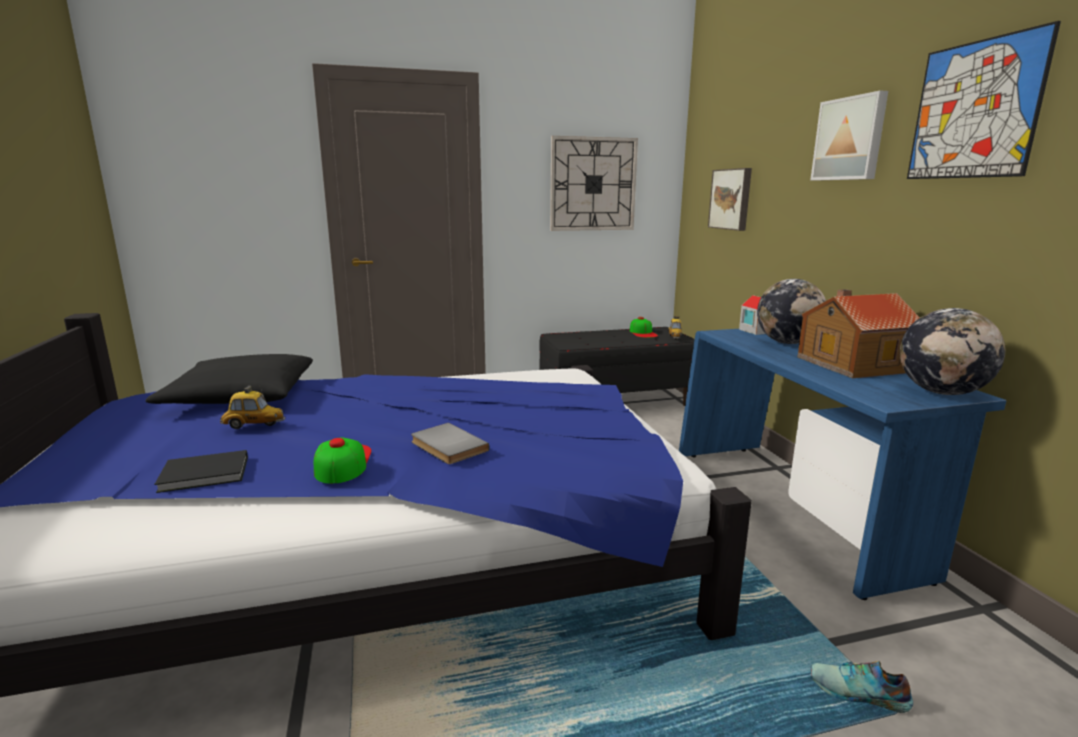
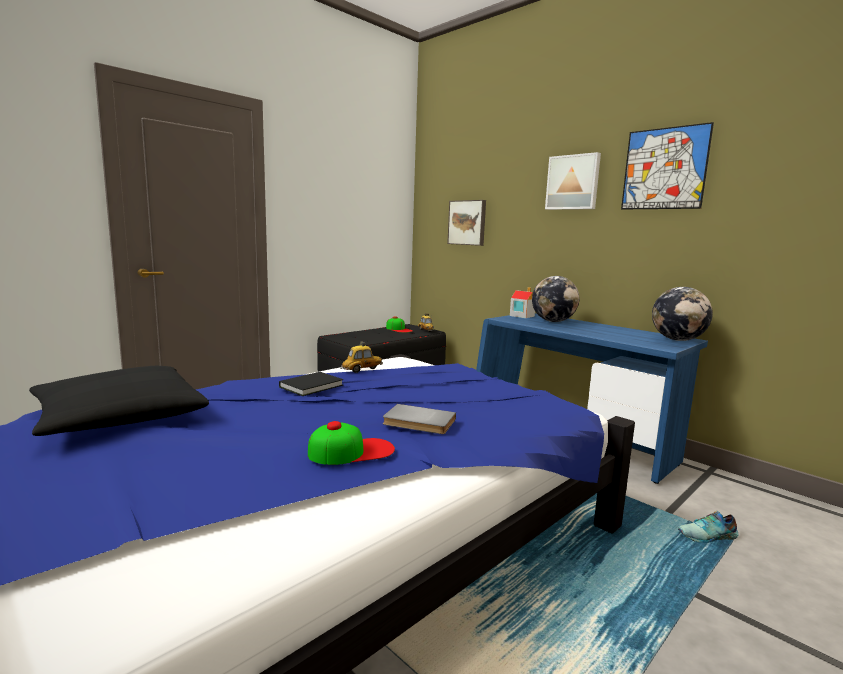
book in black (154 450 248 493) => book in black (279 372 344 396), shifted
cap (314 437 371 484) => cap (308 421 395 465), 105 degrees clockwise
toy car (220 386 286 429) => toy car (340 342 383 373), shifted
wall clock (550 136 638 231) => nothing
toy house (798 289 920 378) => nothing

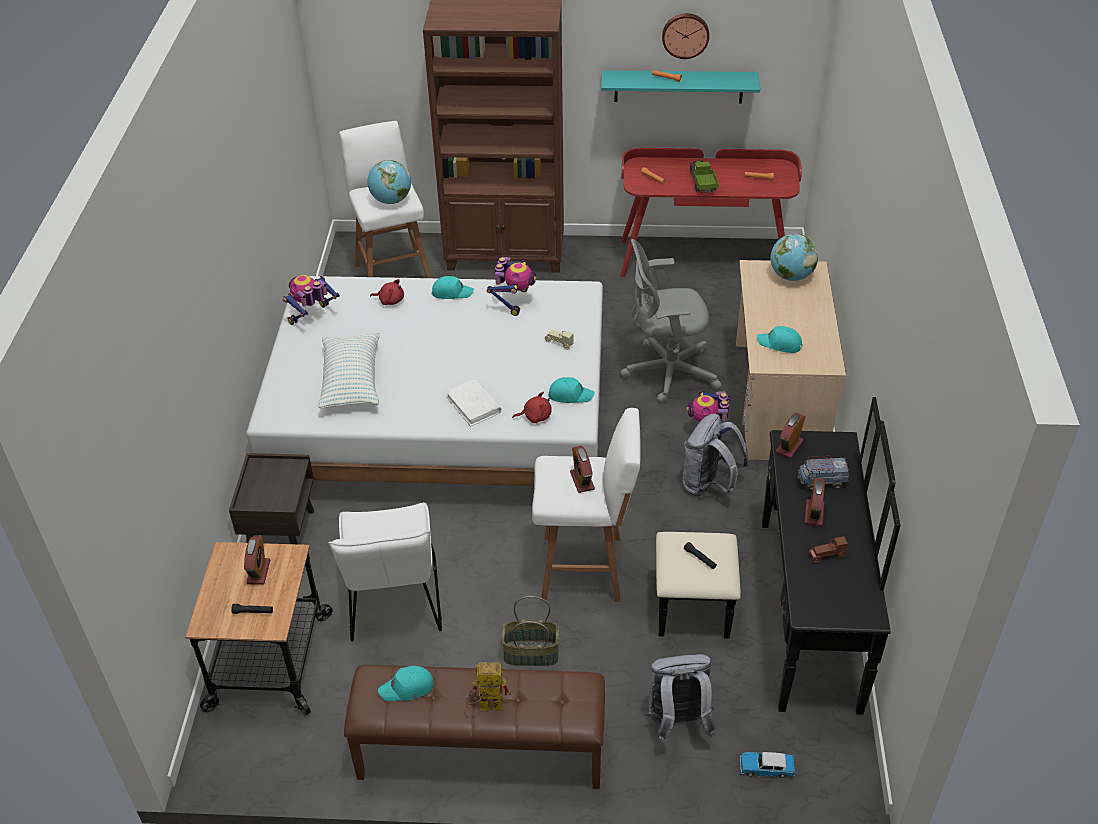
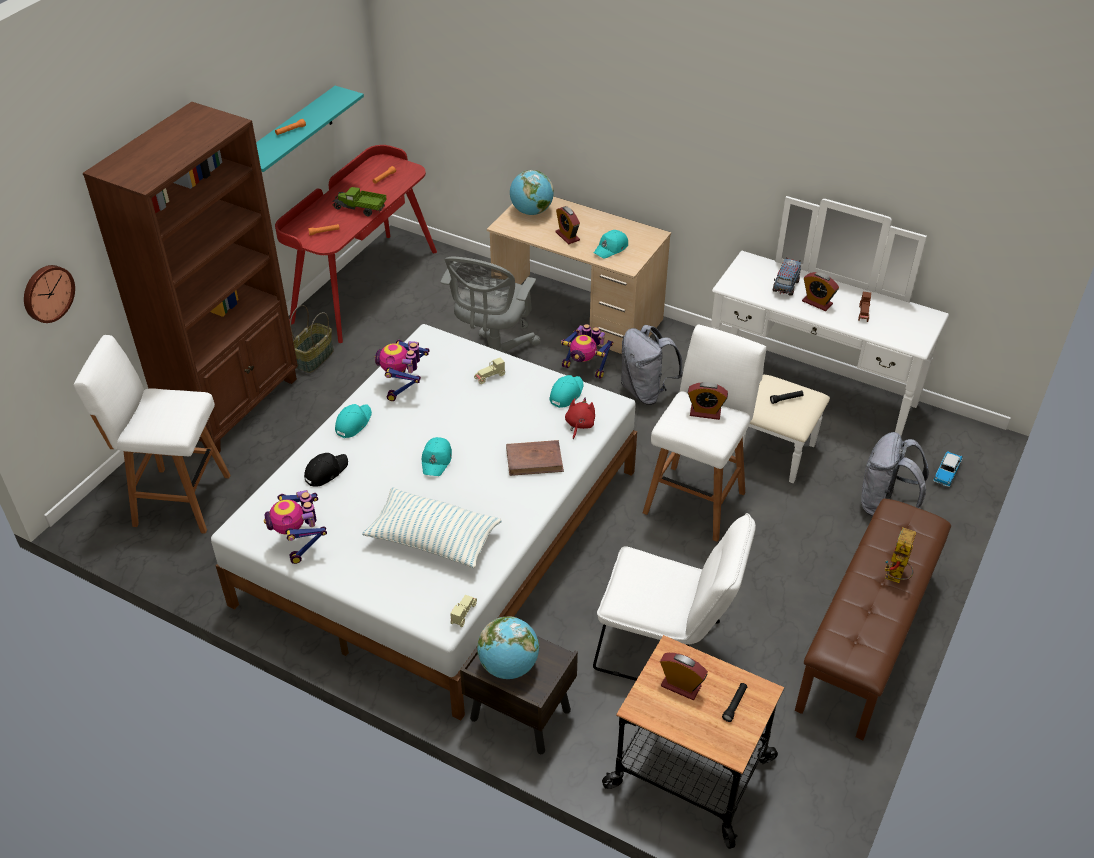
wall clock (662 13 709 59) => wall clock (24 265 75 323), shifted
basket (501 596 559 666) => basket (290 305 334 373), shifted
plush toy in red (370 279 404 305) => cap in black (304 453 348 487)
toy robot (487 257 536 316) => toy robot (375 340 430 401), 120 degrees counterclockwise
cap in turquoise (378 666 434 701) => cap in turquoise (421 437 452 476), shifted
nothing => toy car in beige (450 595 477 627)
globe (368 160 411 204) => globe (477 617 539 679), shifted
book in white (446 379 501 426) => book in brown (506 440 564 476)
alarm clock (776 413 806 458) => alarm clock (555 206 580 244), shifted
dresser in black (656 397 901 715) => dresser in white (711 196 949 483)

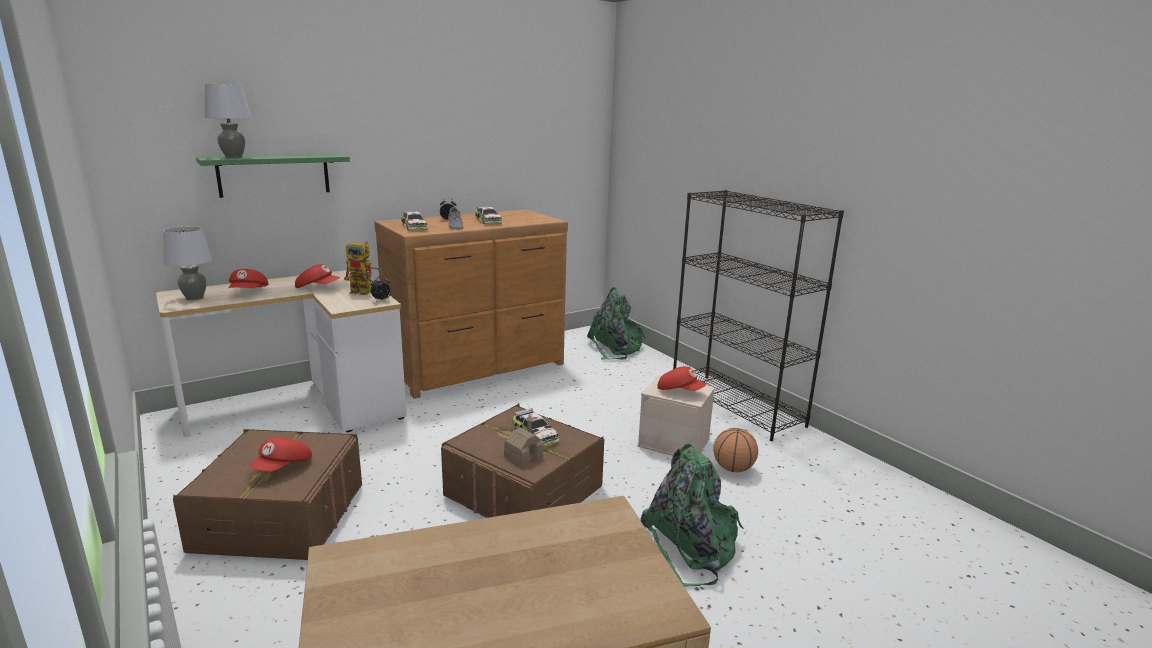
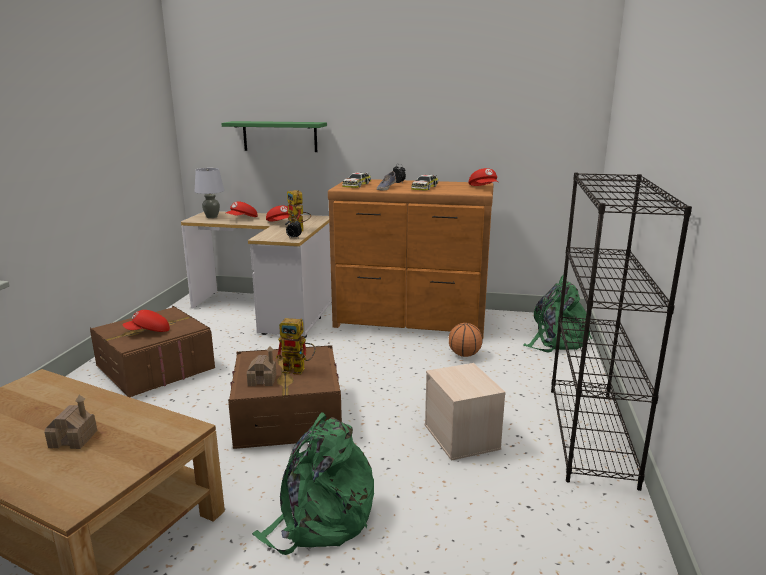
nothing => toy house (45 395 97 449)
toy car (512 408 560 448) => toy robot (276 318 316 375)
basketball (713 428 758 473) => basketball (449 323 483 357), shifted
cap in red (657 366 706 391) => cap in red (468 168 498 186), shifted
table lamp in grey (204 84 251 158) => nothing

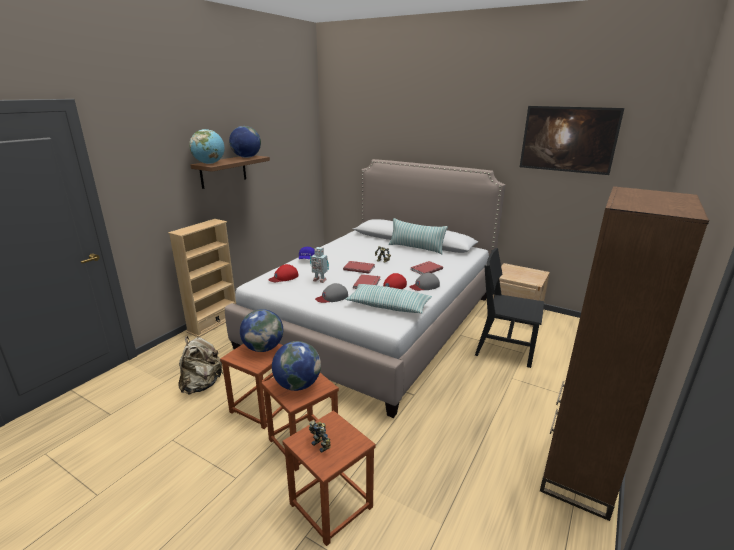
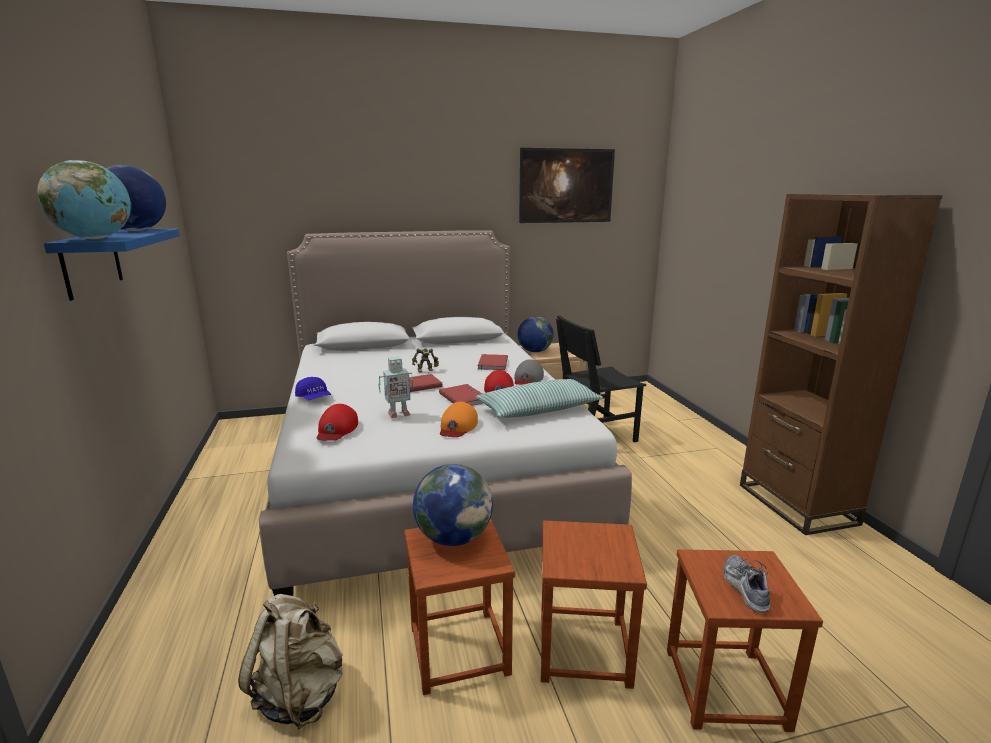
shelf in brown (191 155 270 189) => shelf in blue (44 229 180 301)
cap in grey (315 283 348 303) => cap in orange (440 402 478 437)
globe (272 341 321 391) => globe (518 316 554 352), shifted
toy robot (309 421 331 453) => shoe (723 555 770 613)
bookcase in beige (168 219 236 337) => nothing
pillow (389 218 448 254) => nothing

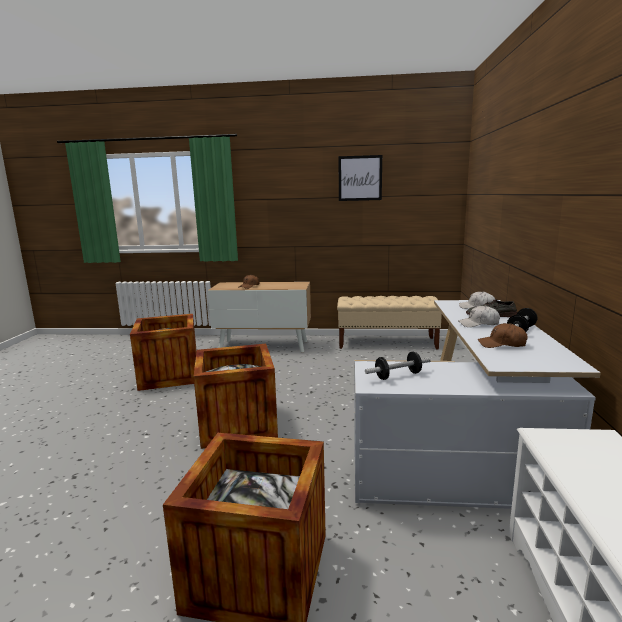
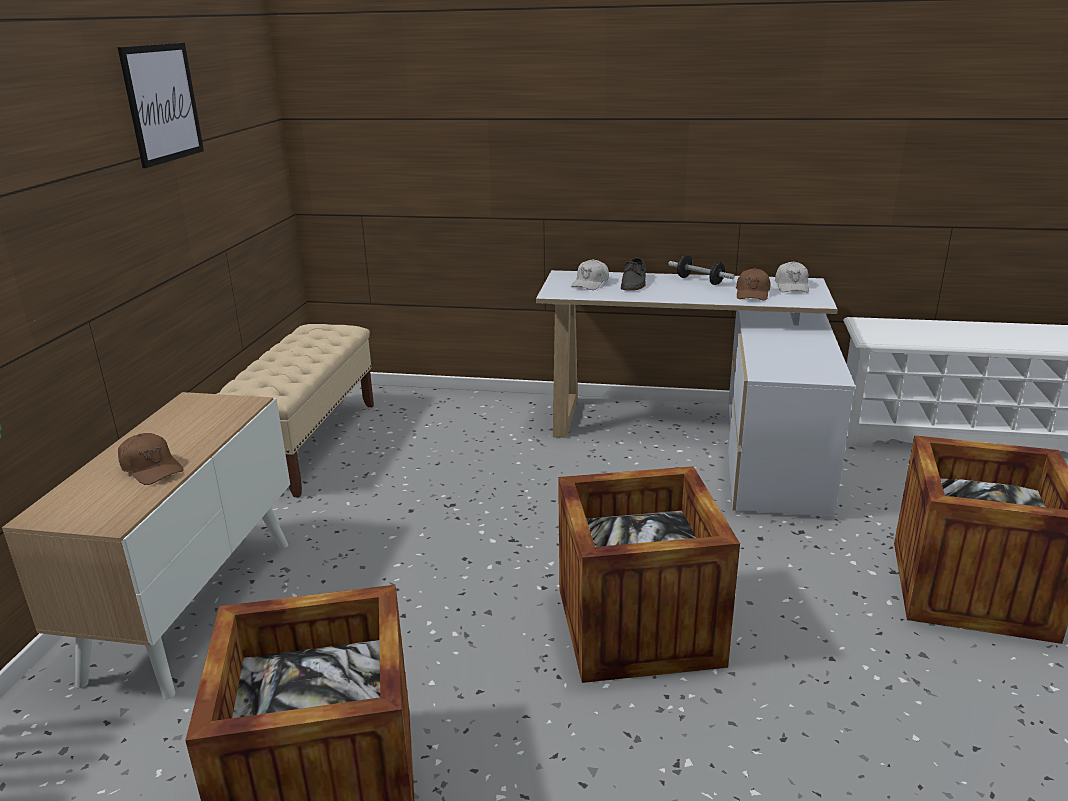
cap in white (458 305 500 327) => cap in white (775 261 809 293), shifted
dumbbell (365 351 431 380) => nothing

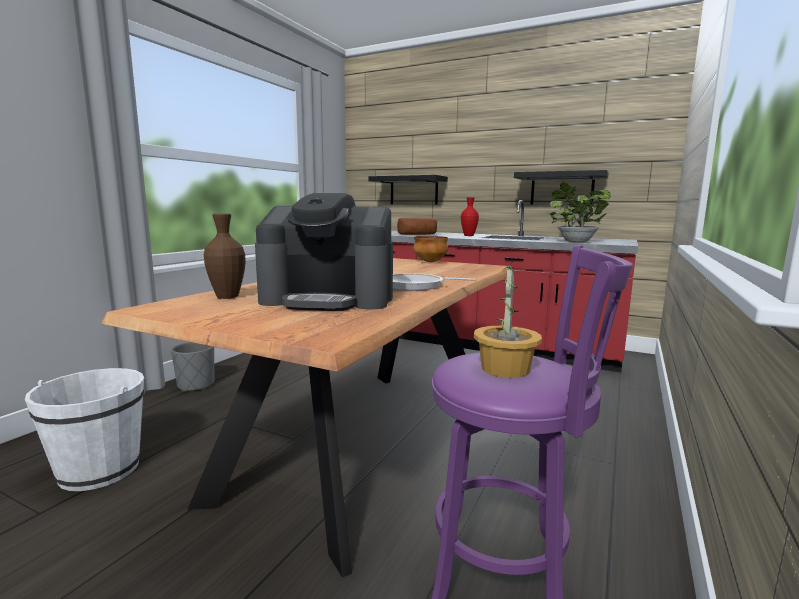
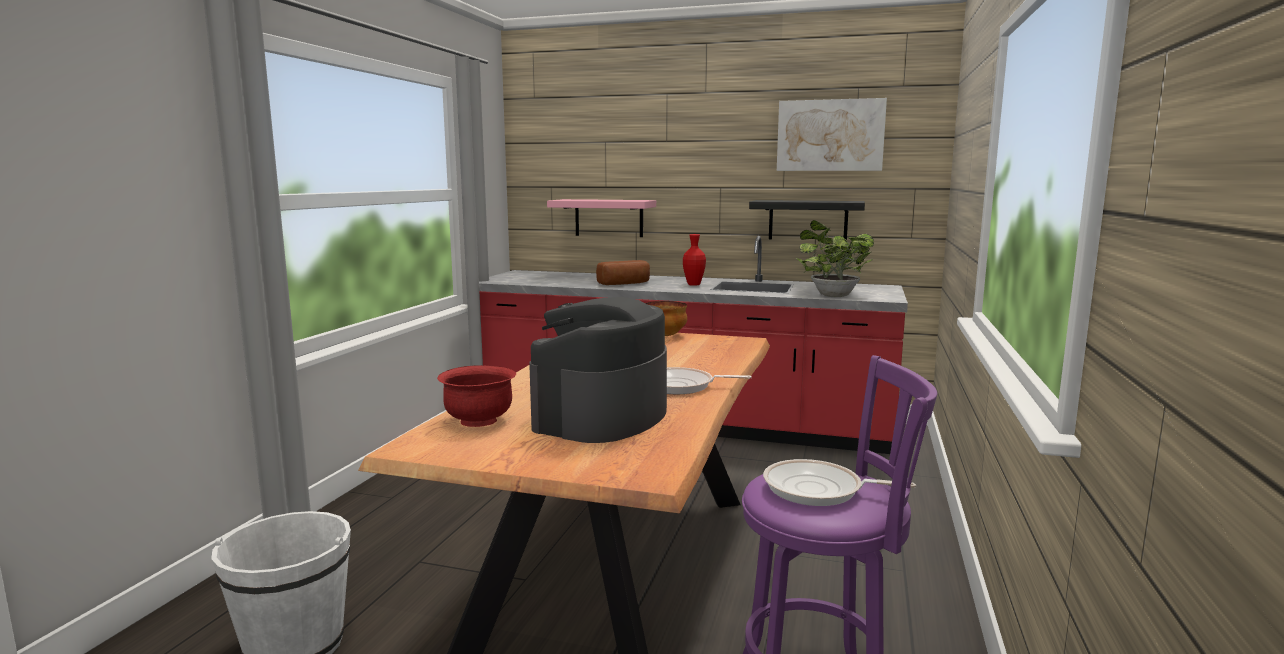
vase in brown (204 213 246 299) => bowl in red (437 365 516 427)
coffee machine (255 193 393 311) => coffee machine (529 297 667 443), 120 degrees clockwise
shelf in black (369 175 448 205) => shelf in pink (547 199 656 237)
potted plant (474 260 542 378) => frying pan (763 459 916 506)
nothing => picture (777 98 887 171)
planter in grey (171 342 215 391) => nothing

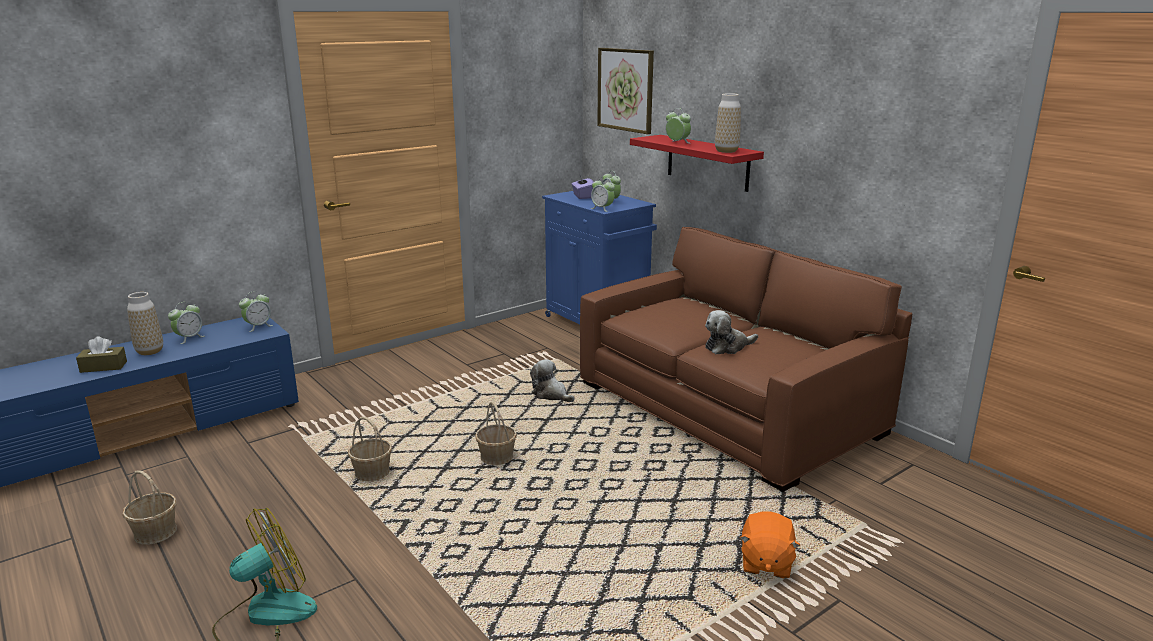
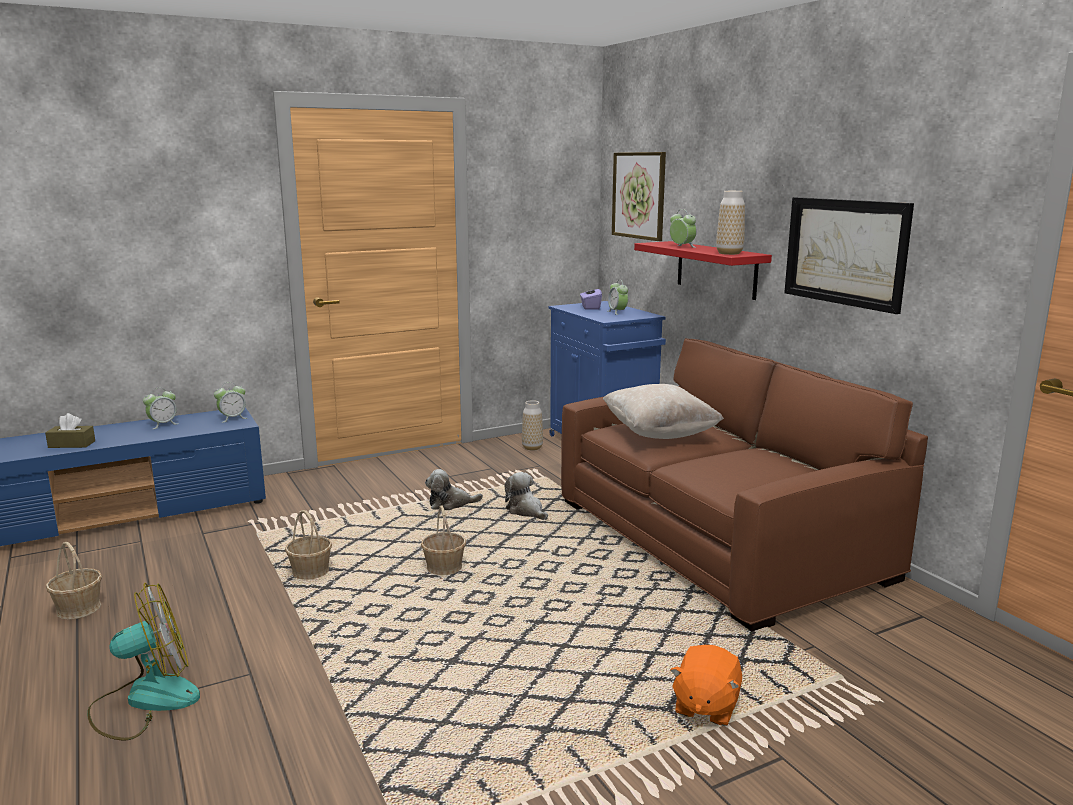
plush toy (705 310 758 354) => plush toy (425 469 483 510), shifted
vase (127 292 163 355) => vase (522 400 543 451), shifted
nothing => pillow in beige (603 384 724 439)
nothing => picture (784 197 914 314)
alarm clock (591 177 615 212) => nothing

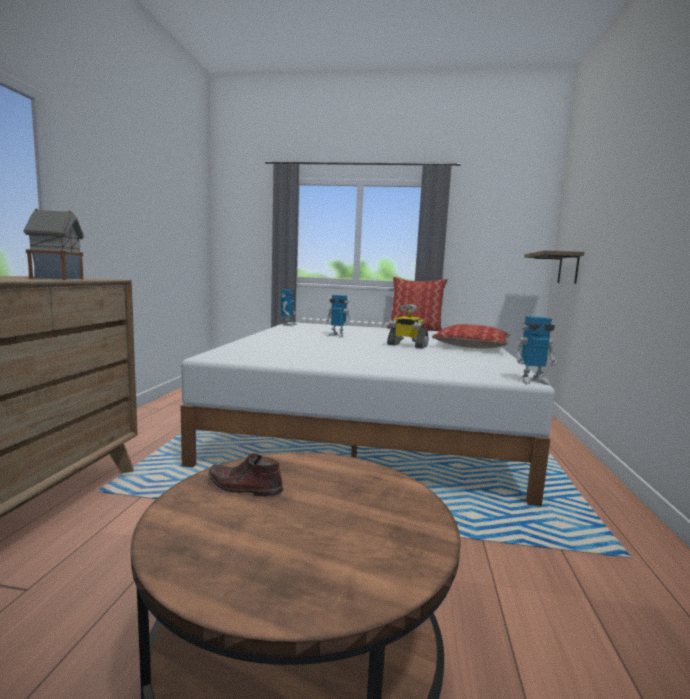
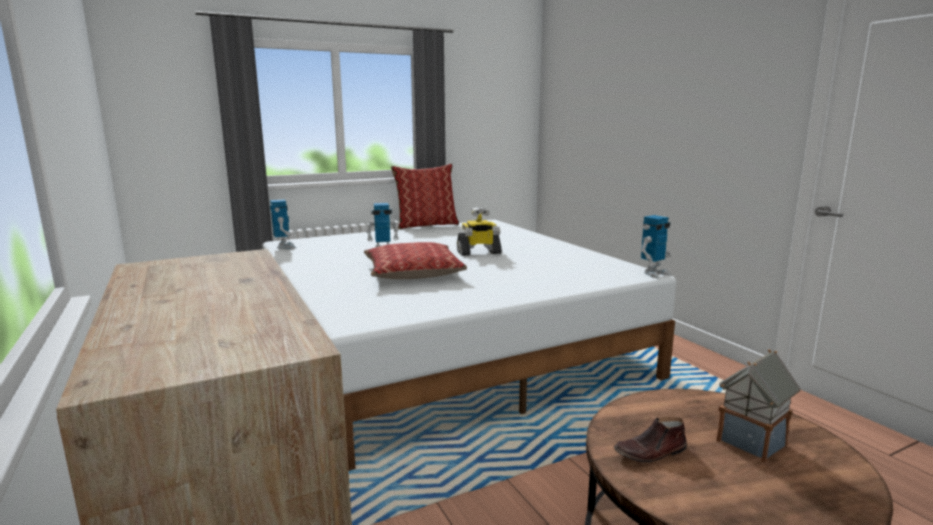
pillow (432 324 510 348) => pillow (364 242 467 279), shifted
toy house (23 209 84 280) => toy house (716 349 801 463), shifted
shelf (524 250 585 284) => nothing

